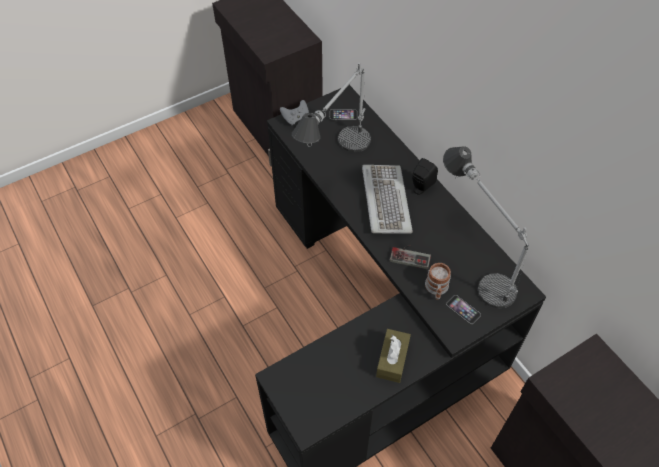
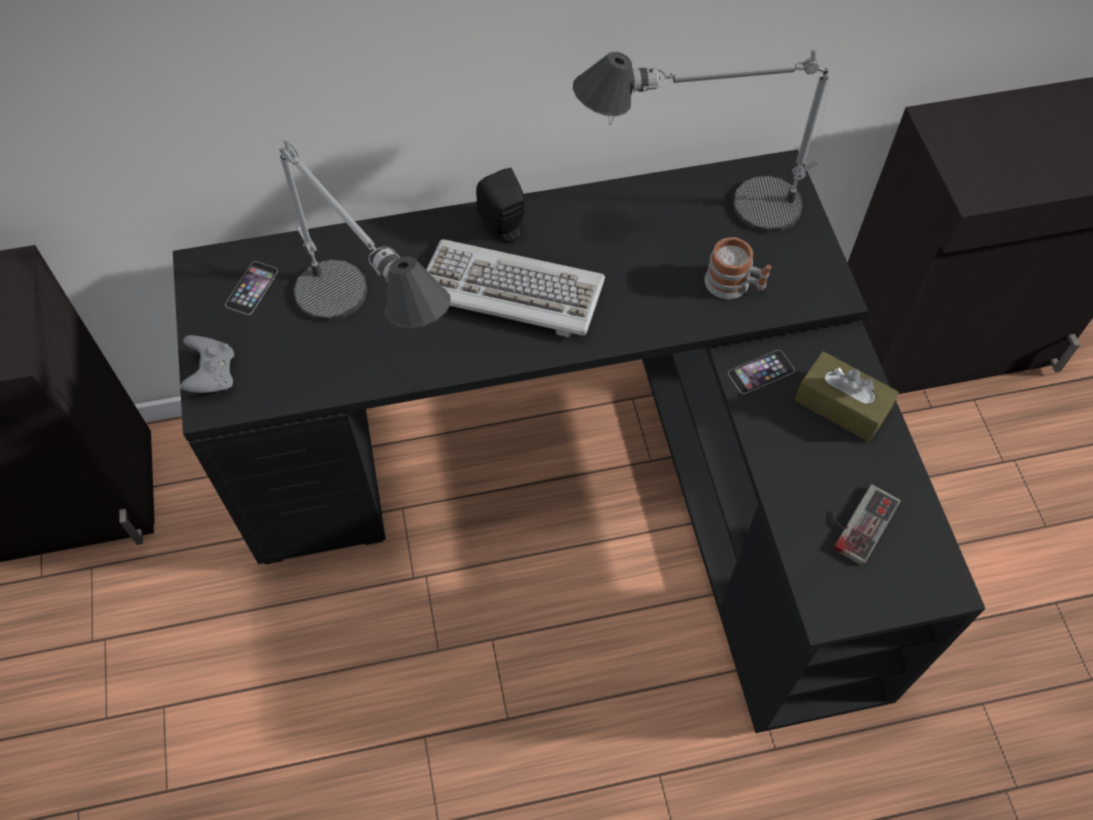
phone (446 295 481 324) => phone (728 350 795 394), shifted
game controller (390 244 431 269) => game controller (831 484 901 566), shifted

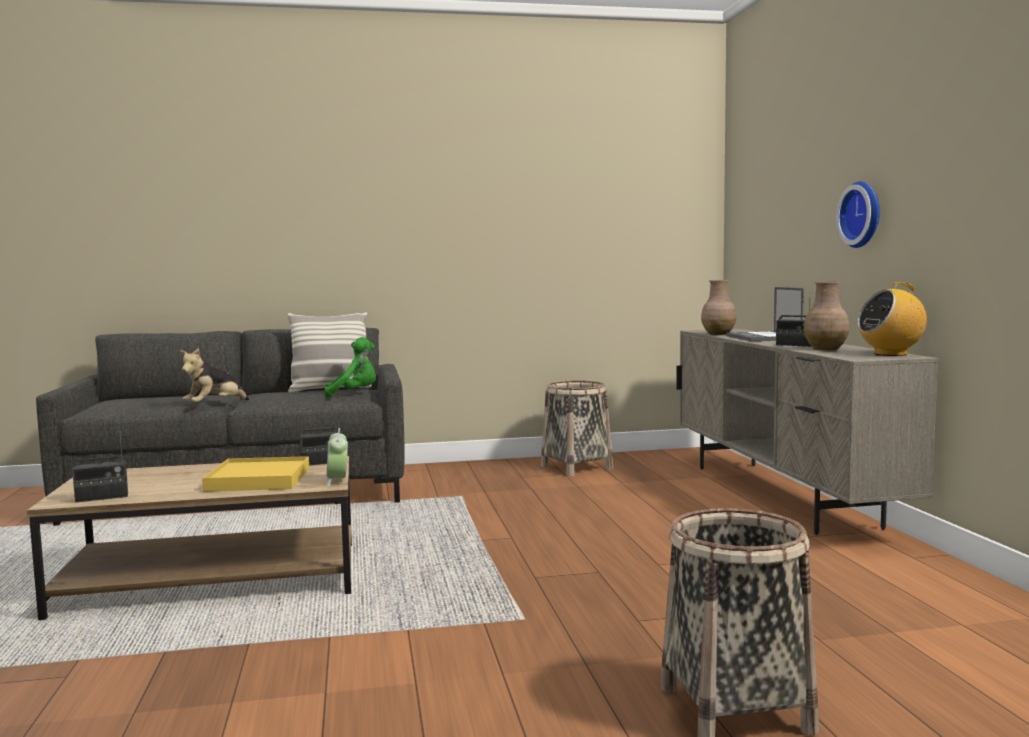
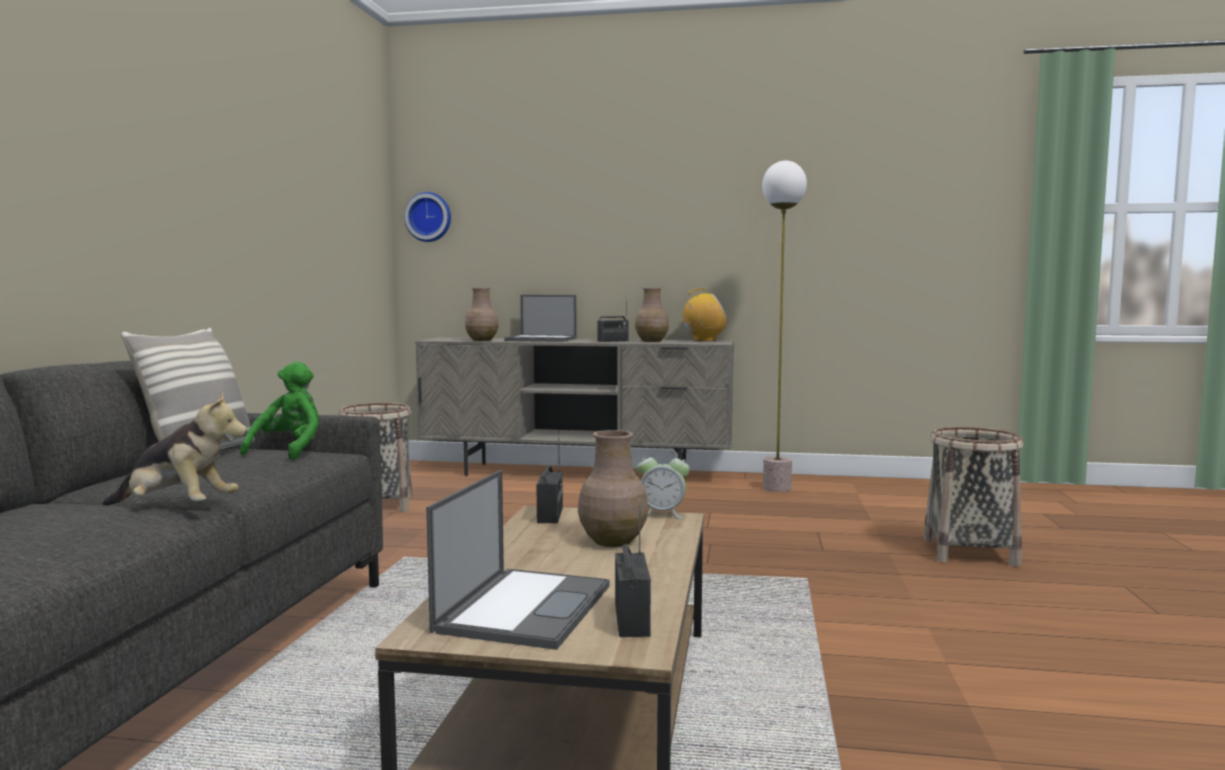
plush toy (180 348 249 402) => plush toy (103 391 248 506), 45 degrees counterclockwise
wall clock (836 181 880 248) => wall clock (404 192 451 242), shifted
nothing => laptop (426 470 610 650)
tray in yellow (202 456 309 492) => vase in brown (578 430 648 547)
radio (857 282 927 356) => radio (683 288 728 341), 105 degrees counterclockwise
nothing => floor lamp (762 161 807 492)

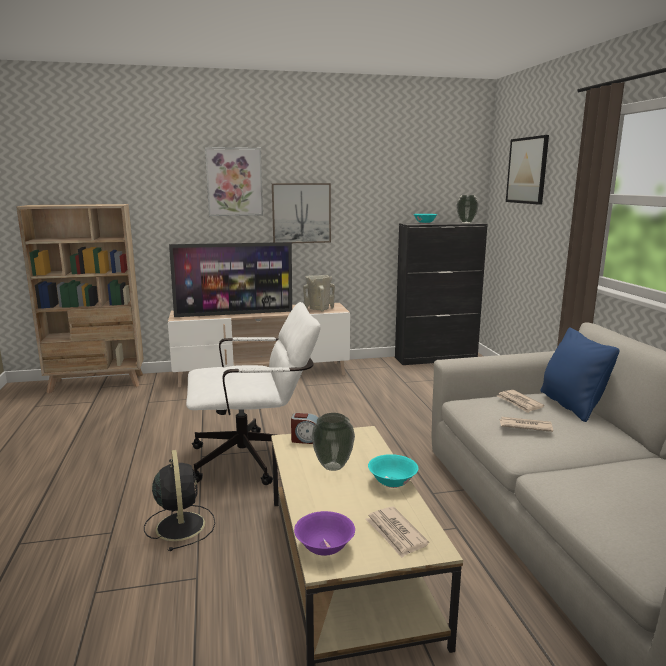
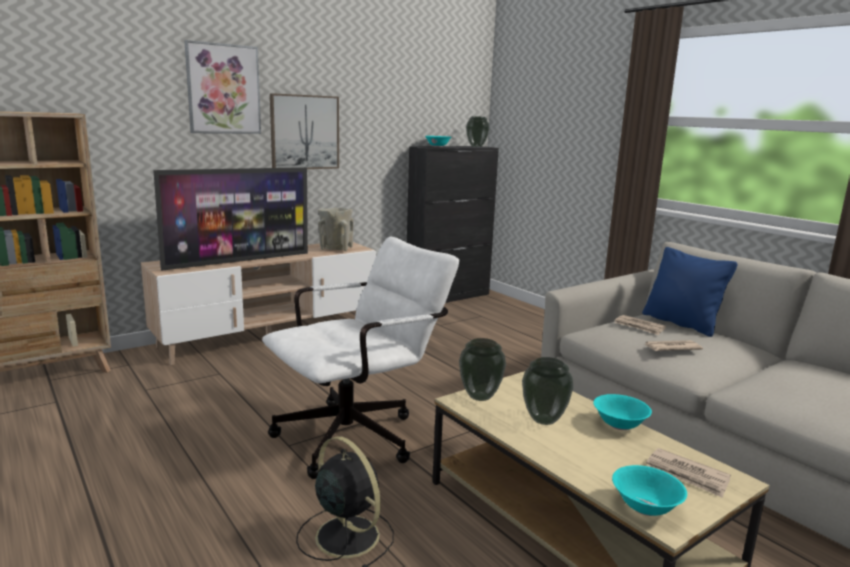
alarm clock (291 413 319 444) => vase (459 338 506 401)
bowl in purple (294 511 355 556) => bowl in turquoise (612 465 687 516)
picture (506 135 549 205) => nothing

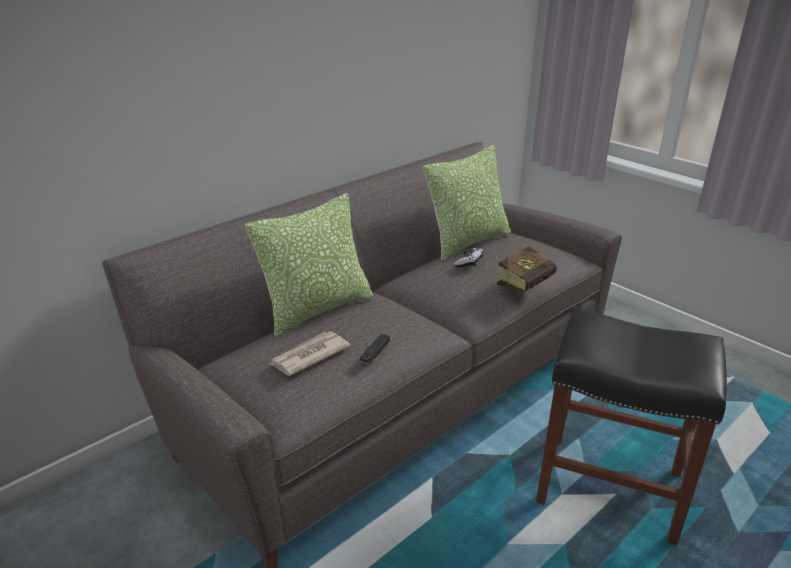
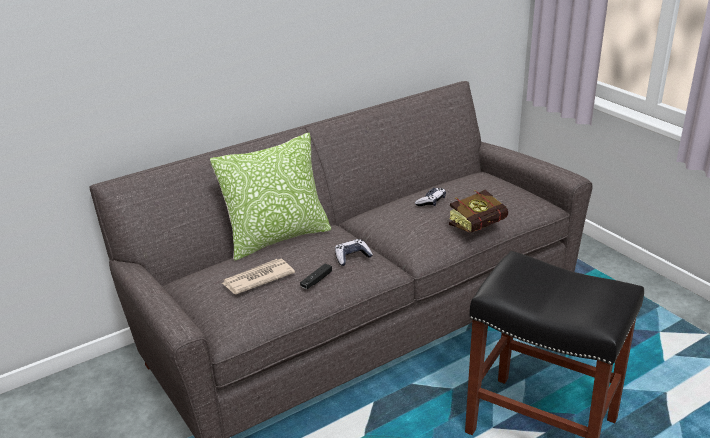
nothing => game controller (335 239 373 266)
pillow (423 145 511 261) => nothing

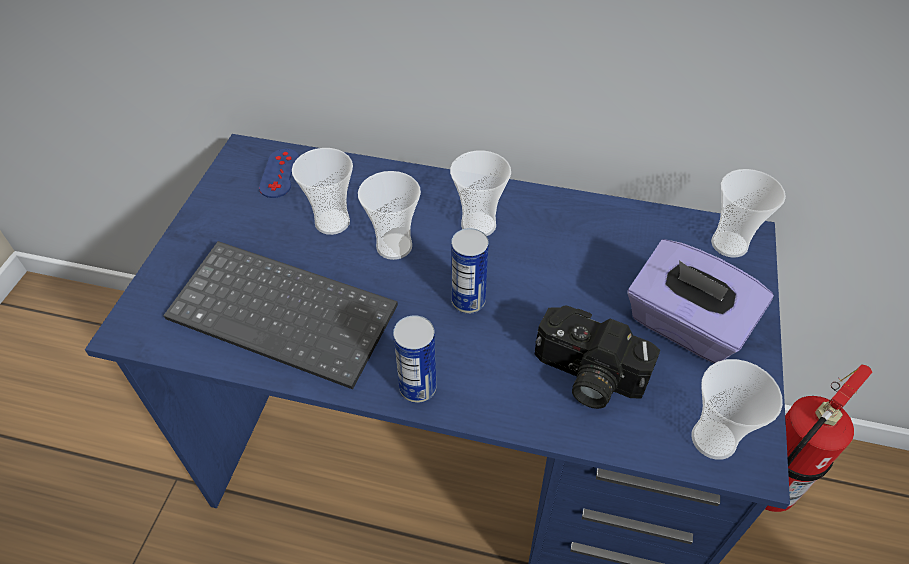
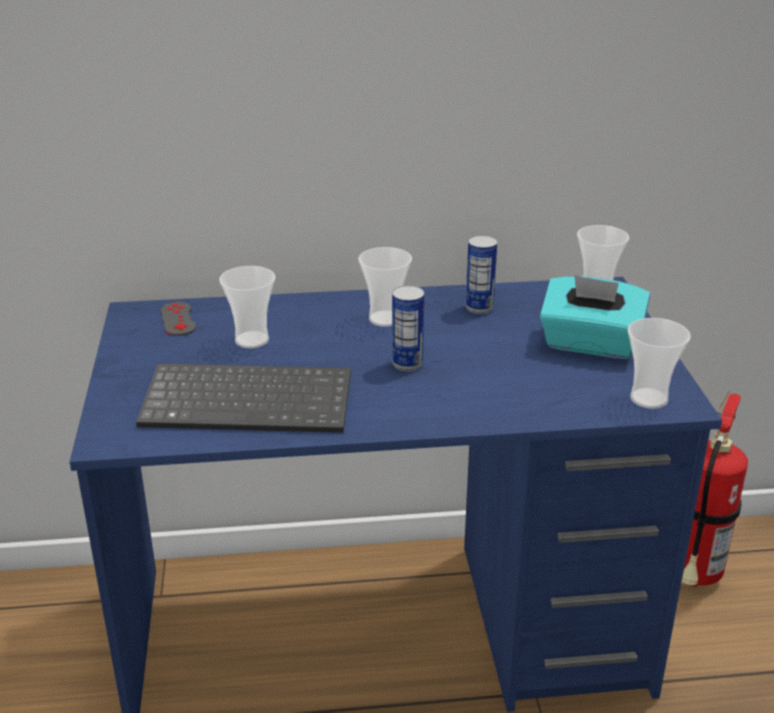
game controller in blue (259 149 299 198) => game controller in grey (161 302 196 336)
can (393 315 436 403) => can (466 235 497 314), shifted
tissue box in purple (628 239 774 363) => tissue box in turquoise (540 275 650 359)
cup (358 171 421 260) => nothing
photo camera (534 305 660 409) => nothing

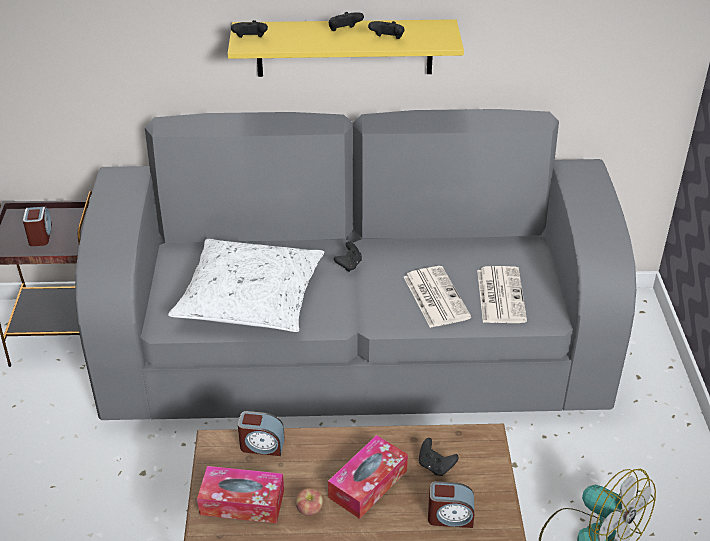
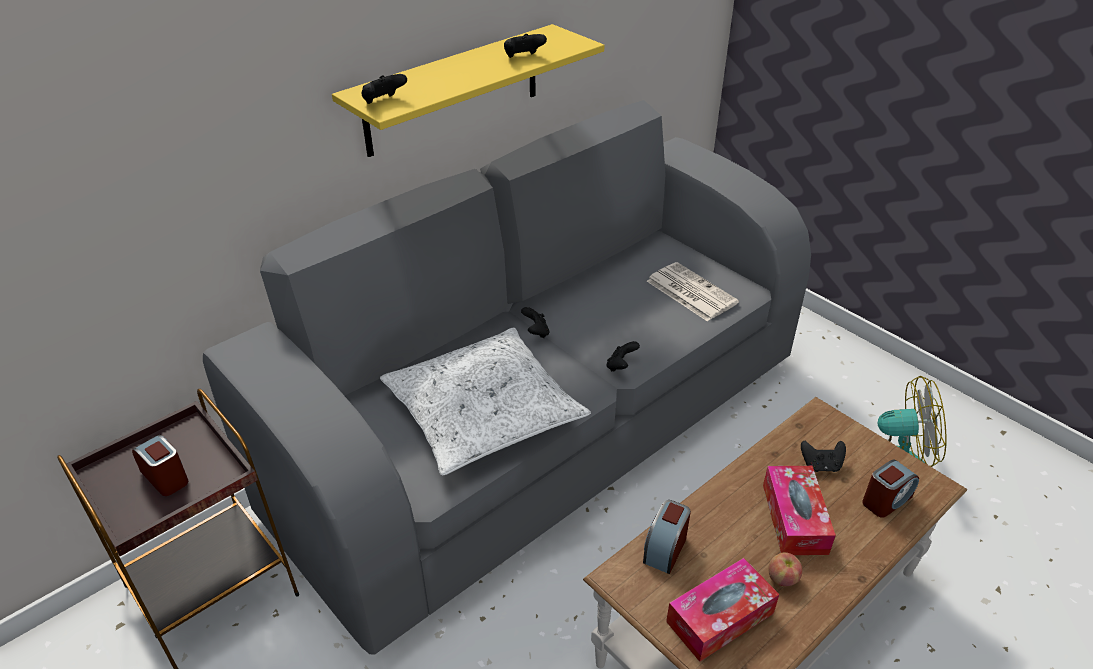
game controller in black (329 12 364 31) => game controller in black (606 341 640 372), shifted
alarm clock (238 411 285 456) => alarm clock (643 500 691 574), 150 degrees clockwise
newspaper (404 266 471 328) => nothing

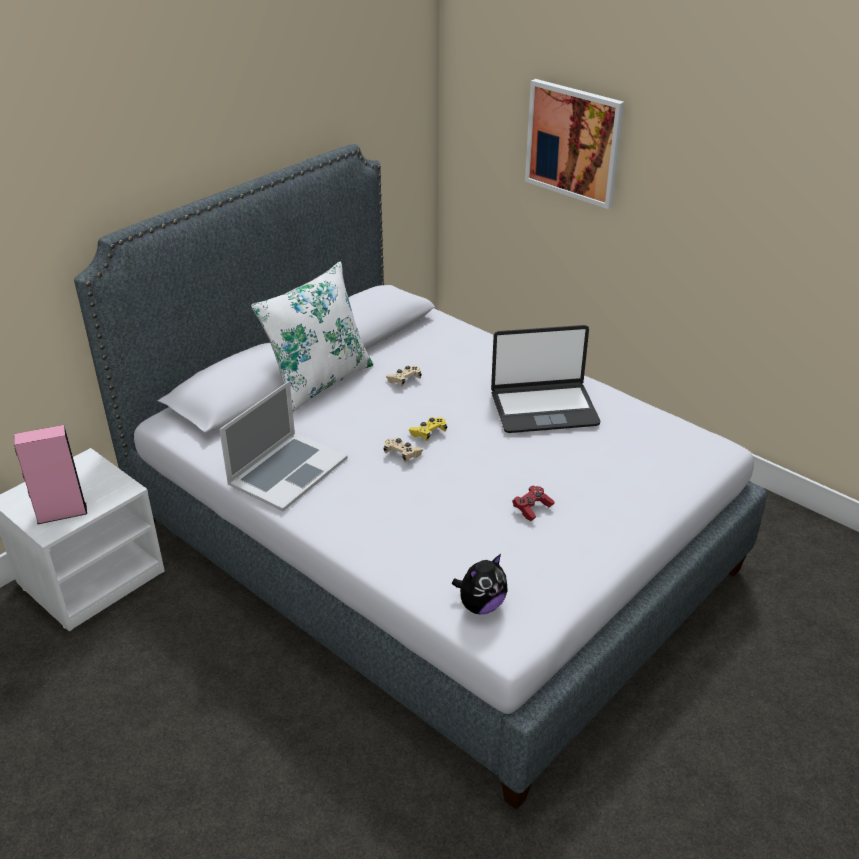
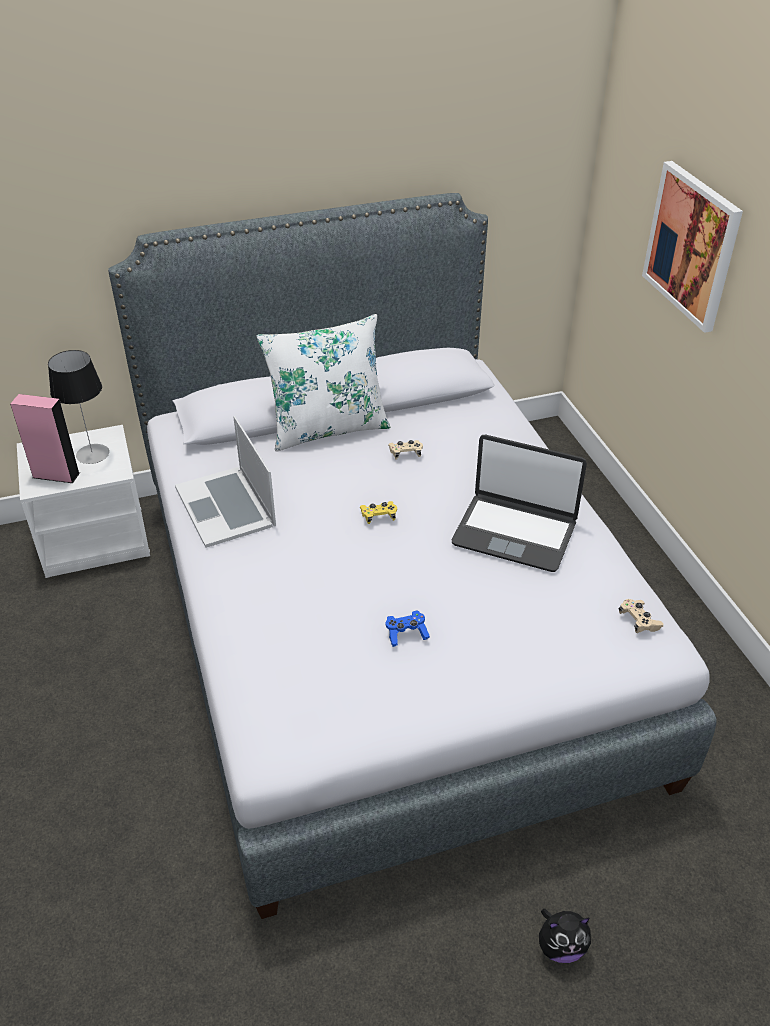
nothing => table lamp (48 350 109 464)
laptop (219 381 348 511) => laptop (175 416 276 548), 90 degrees clockwise
game controller in red (513 486 554 521) => game controller in blue (386 611 430 647)
plush toy (452 554 508 615) => plush toy (539 909 591 963), shifted
game controller in beige (383 438 423 462) => game controller in beige (618 599 663 633), shifted

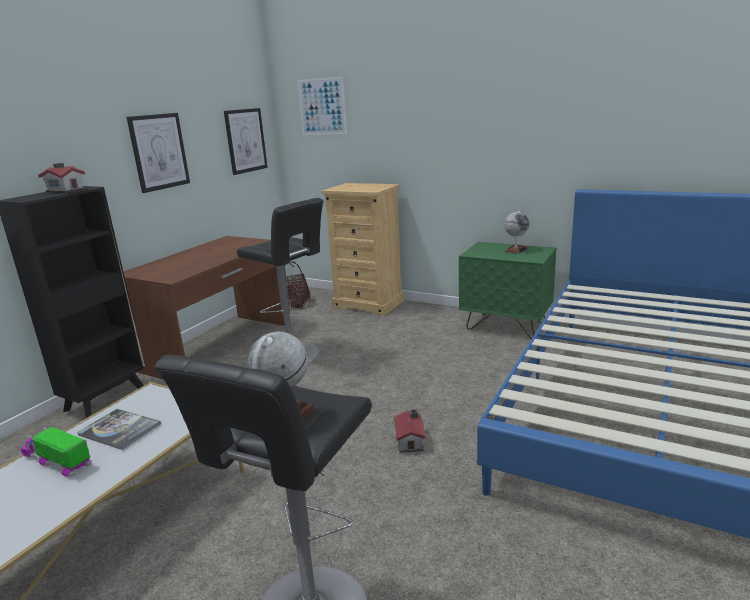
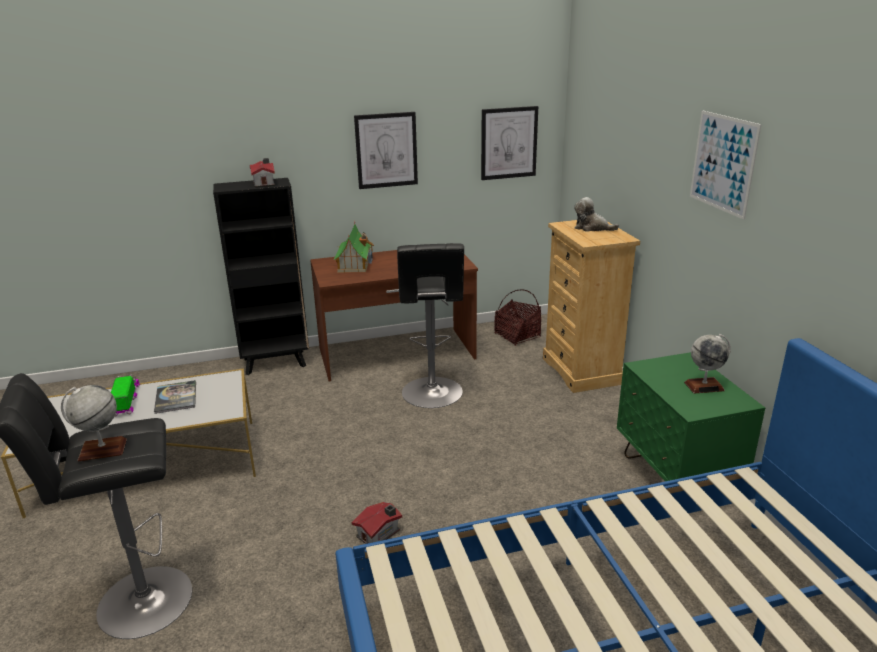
nothing => toy house (334 223 374 272)
nothing => plush toy (574 197 619 232)
picture (298 76 347 135) => picture (690 110 762 220), shifted

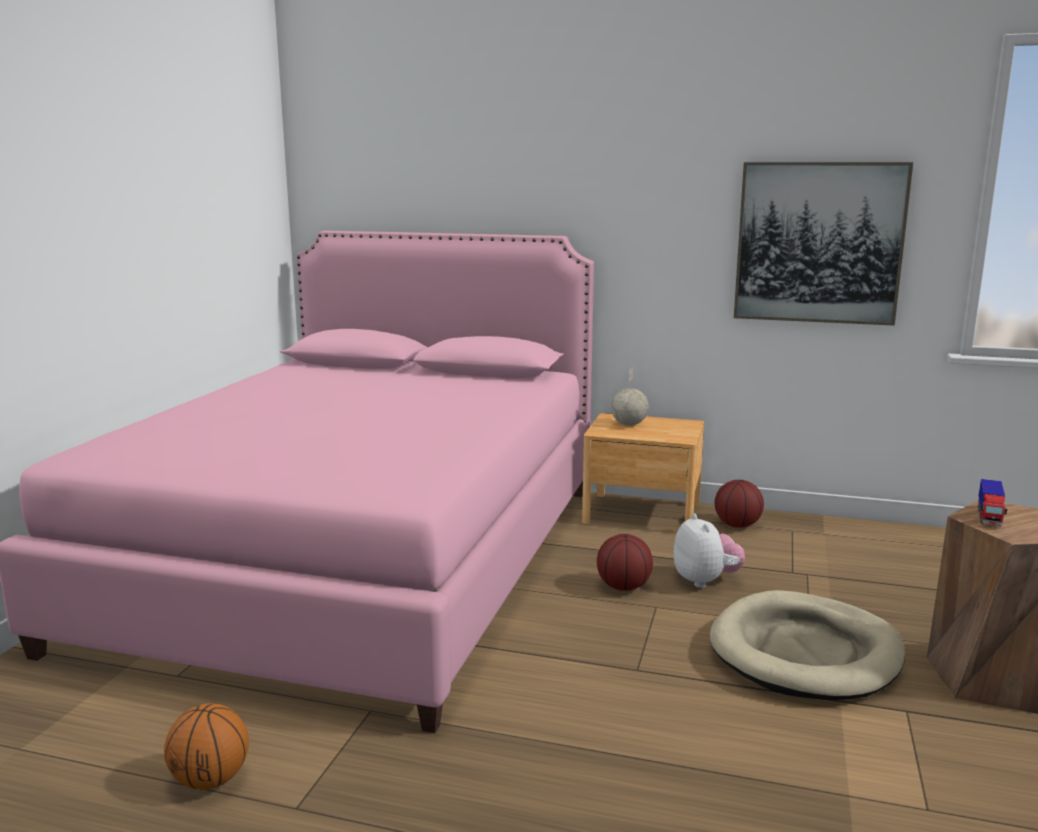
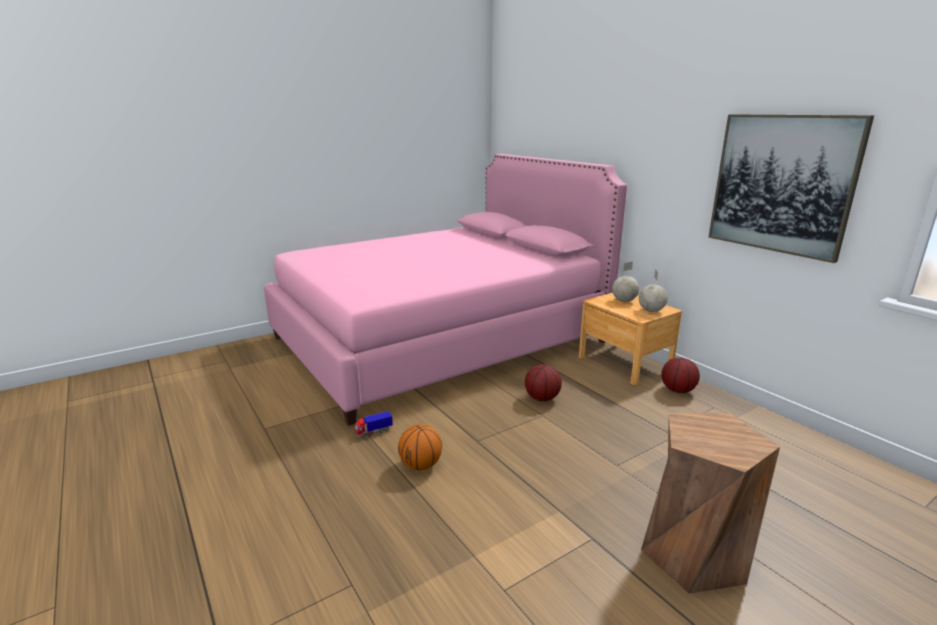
toy truck (978 479 1007 526) => toy truck (355 411 393 438), shifted
basketball (164 703 249 790) => basketball (398 424 442 470), shifted
nothing => globe (639 269 668 312)
plush toy (674 513 745 588) => nothing
dog bed in beige (710 590 905 700) => nothing

